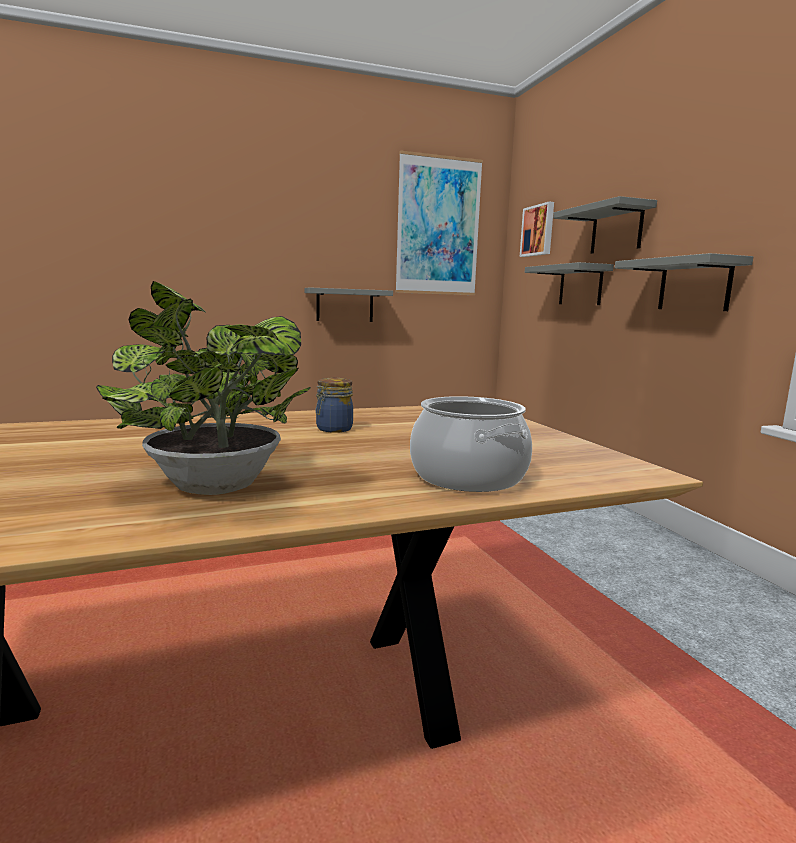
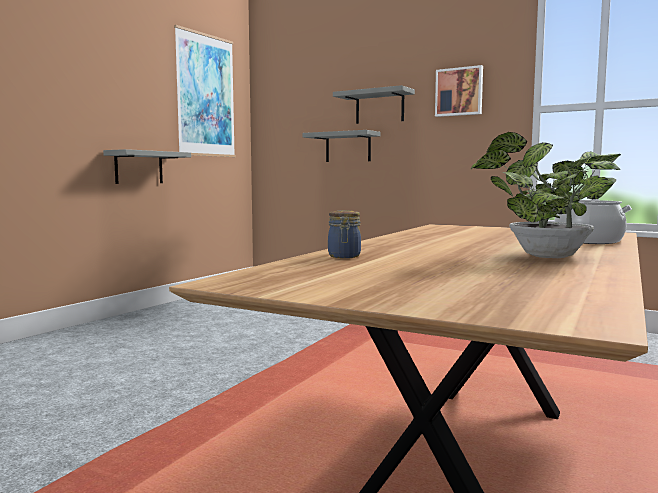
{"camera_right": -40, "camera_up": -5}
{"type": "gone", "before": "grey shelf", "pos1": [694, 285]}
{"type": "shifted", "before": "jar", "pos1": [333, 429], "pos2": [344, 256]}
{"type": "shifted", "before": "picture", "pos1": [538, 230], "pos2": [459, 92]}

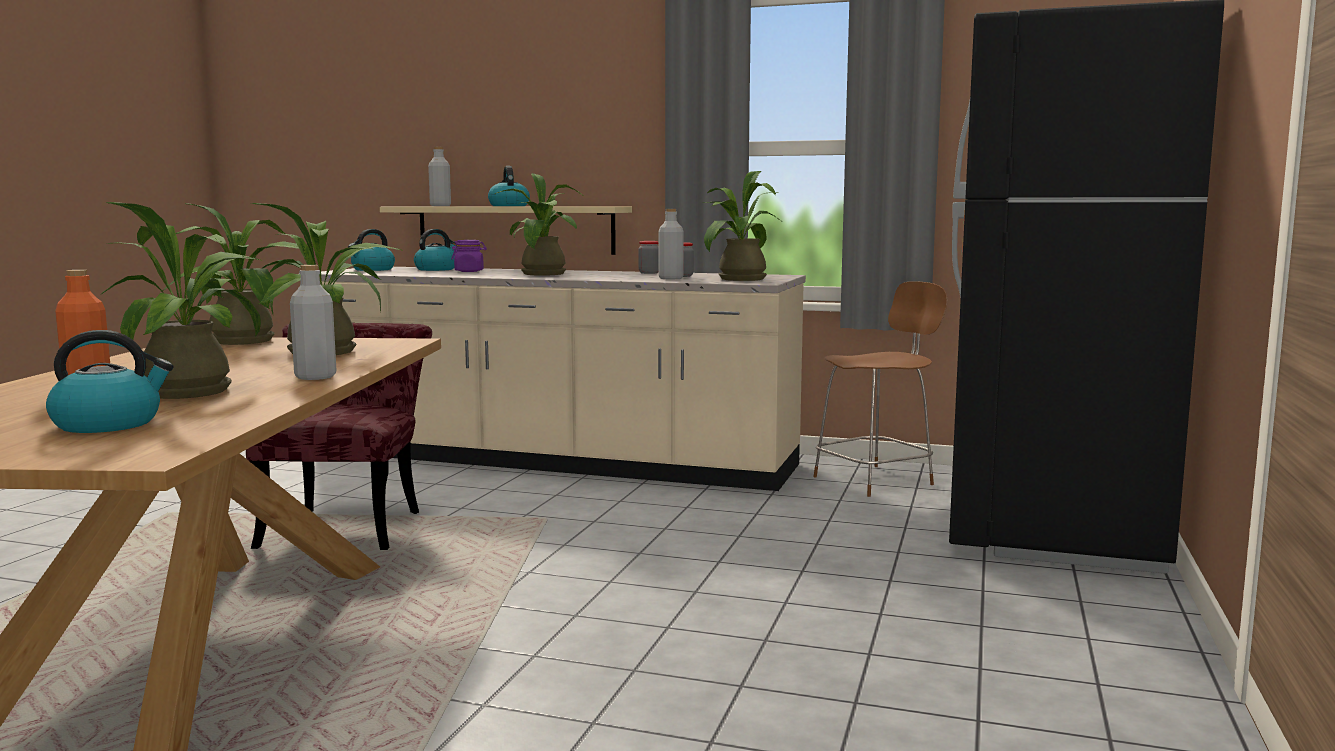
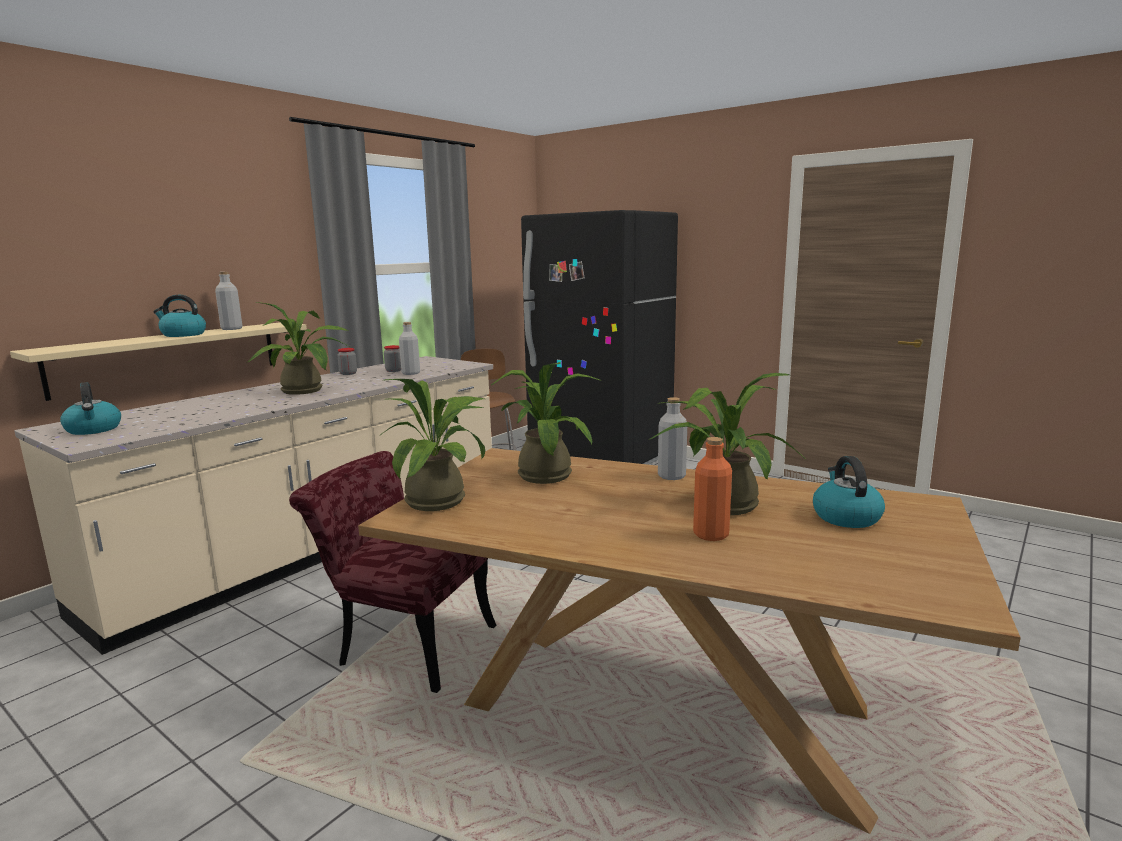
{"camera_right": -70, "camera_up": 5}
{"type": "gone", "before": "kettle", "pos1": [436, 269]}
{"type": "gone", "before": "purple jar", "pos1": [469, 271]}
{"type": "gone", "before": "potted plant", "pos1": [737, 279]}
{"type": "shifted", "before": "grey bottle", "pos1": [440, 206], "pos2": [231, 329]}

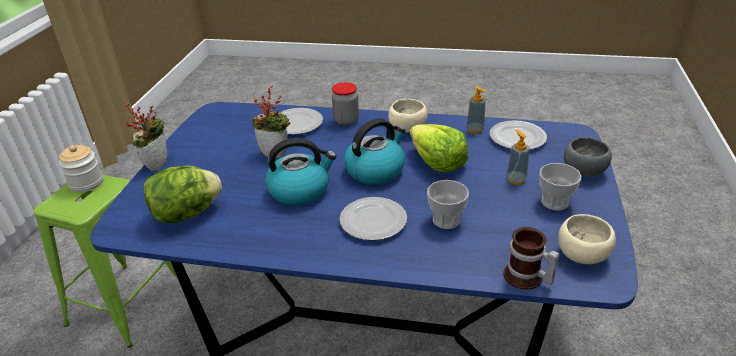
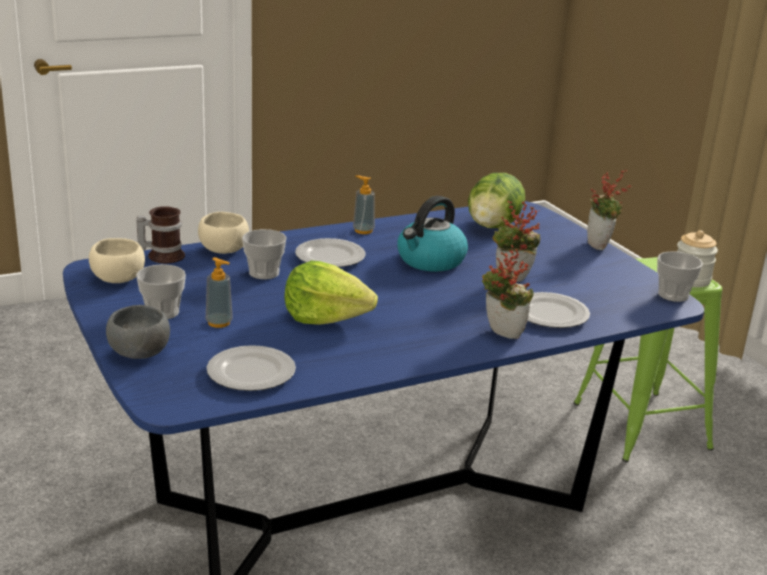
{"camera_right": 140, "camera_up": -10}
{"type": "gone", "before": "kettle", "pos1": [375, 170]}
{"type": "new", "after": "cup", "pos2": [673, 295]}
{"type": "shifted", "before": "beige bowl", "pos1": [408, 128], "pos2": [222, 250]}
{"type": "shifted", "before": "soap dispenser", "pos1": [475, 130], "pos2": [363, 230]}
{"type": "swapped", "before": "jar", "after": "potted plant", "pos1": [346, 121], "pos2": [500, 334]}

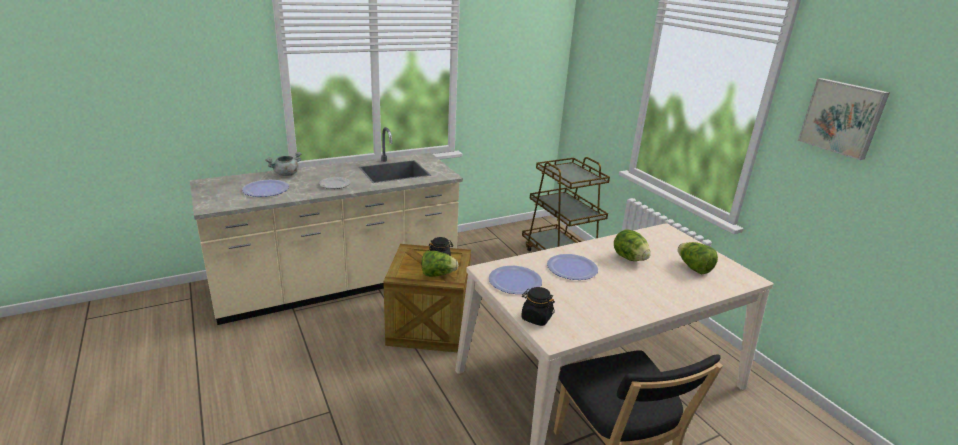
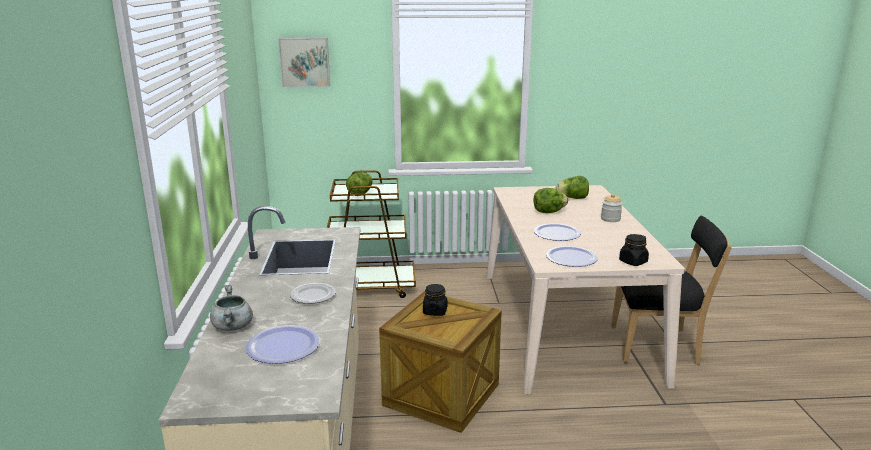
{"camera_right": -65, "camera_up": -5}
{"type": "new", "after": "jar", "pos2": [610, 219]}
{"type": "shifted", "before": "lettuce", "pos1": [437, 274], "pos2": [361, 193]}
{"type": "shifted", "before": "picture", "pos1": [843, 117], "pos2": [305, 62]}

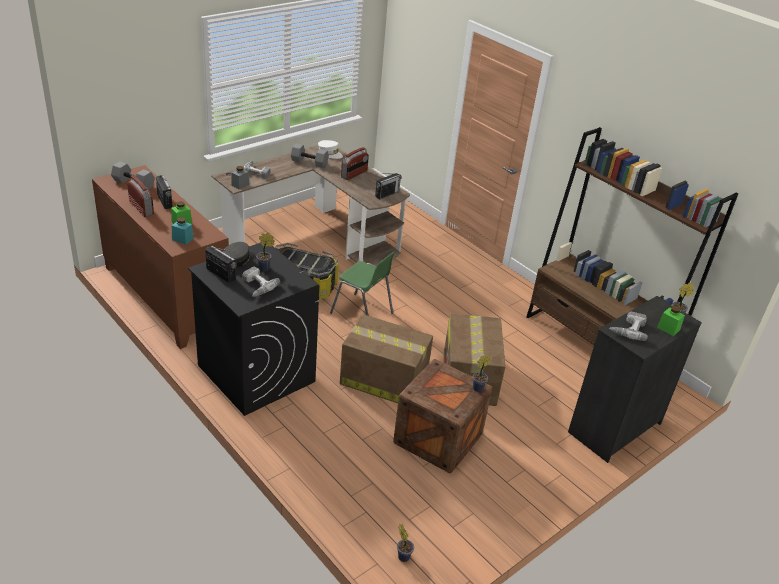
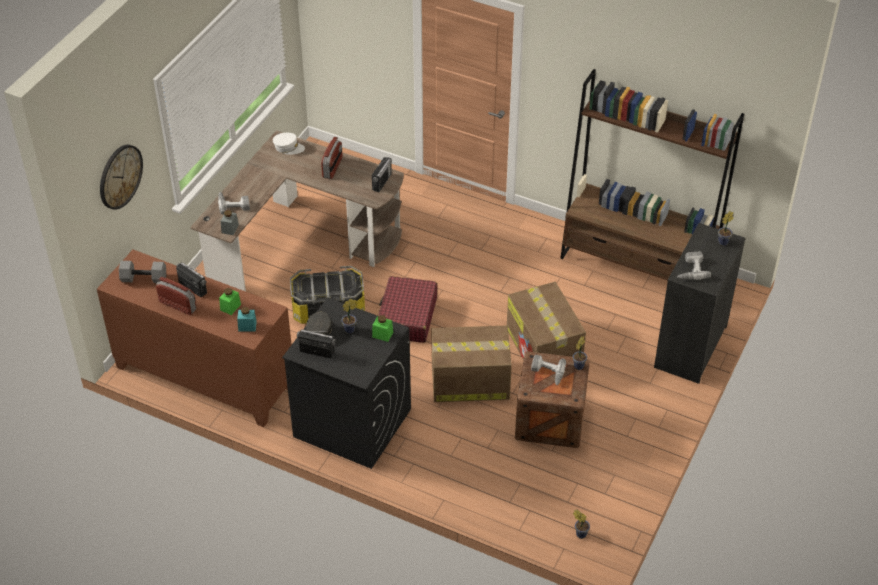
{"camera_right": -20, "camera_up": 10}
{"type": "gone", "before": "grey dumbbell", "pos1": [310, 162]}
{"type": "new", "after": "wall clock", "pos2": [120, 176]}
{"type": "shifted", "before": "power drill", "pos1": [256, 286], "pos2": [547, 373]}
{"type": "shifted", "before": "green jar", "pos1": [668, 328], "pos2": [382, 334]}
{"type": "swapped", "before": "green chair", "after": "red suitcase", "pos1": [362, 313], "pos2": [407, 317]}

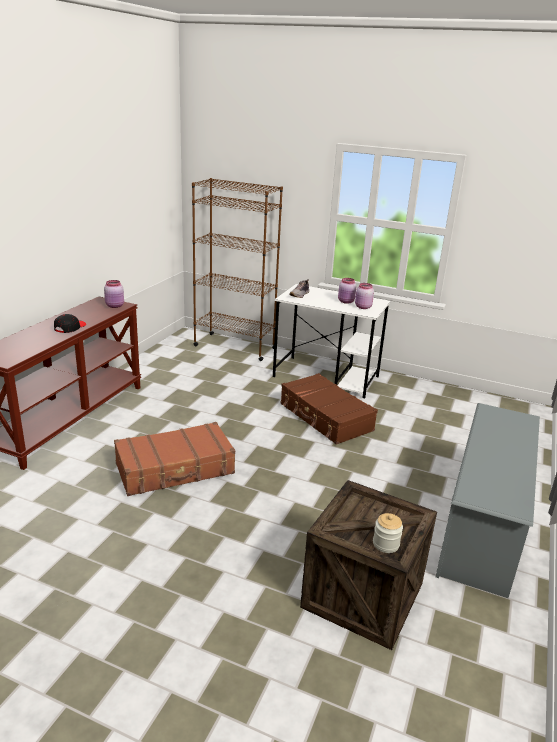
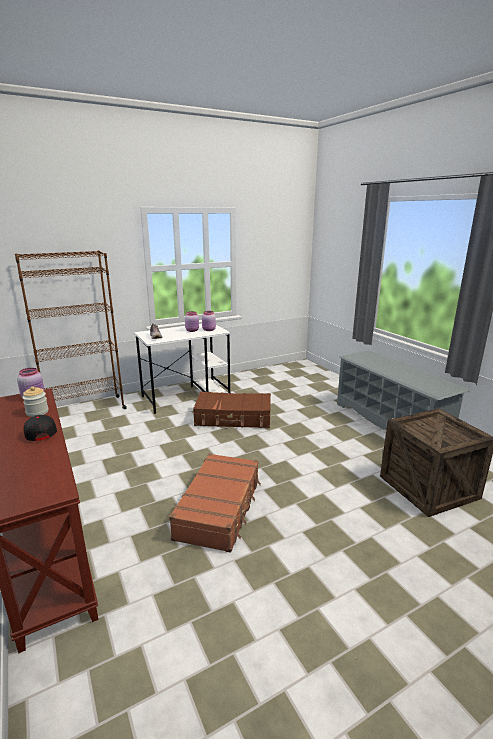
{"camera_right": -50, "camera_up": -5}
{"type": "shifted", "before": "jar", "pos1": [386, 544], "pos2": [37, 412]}

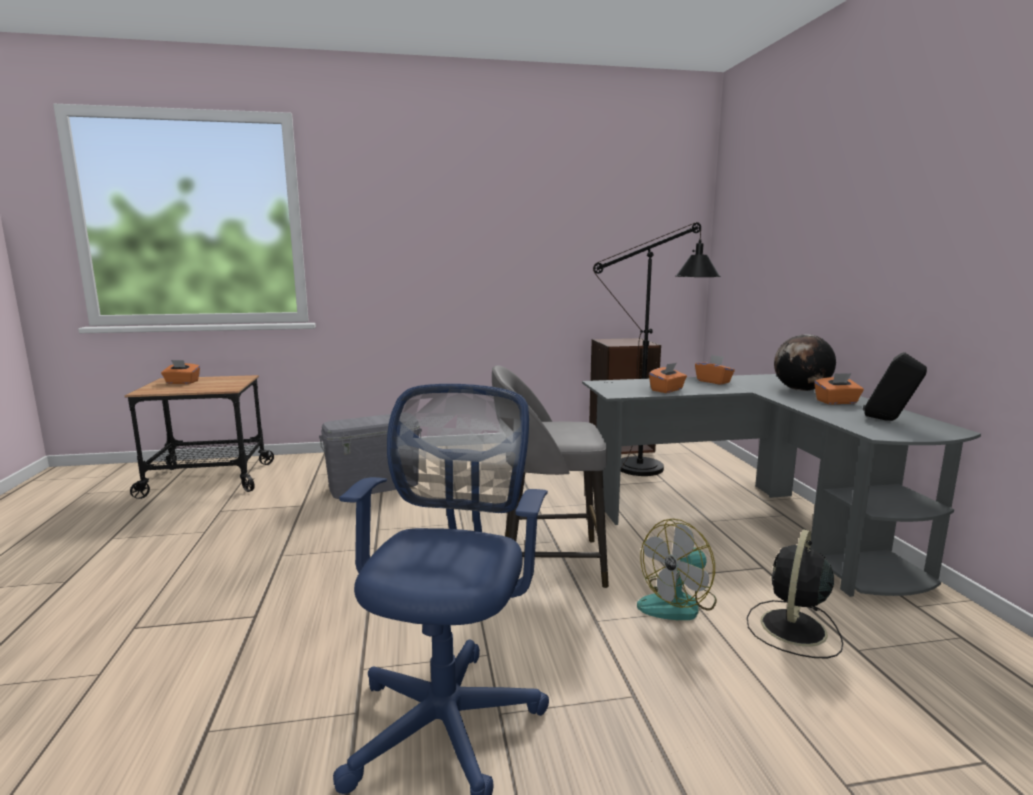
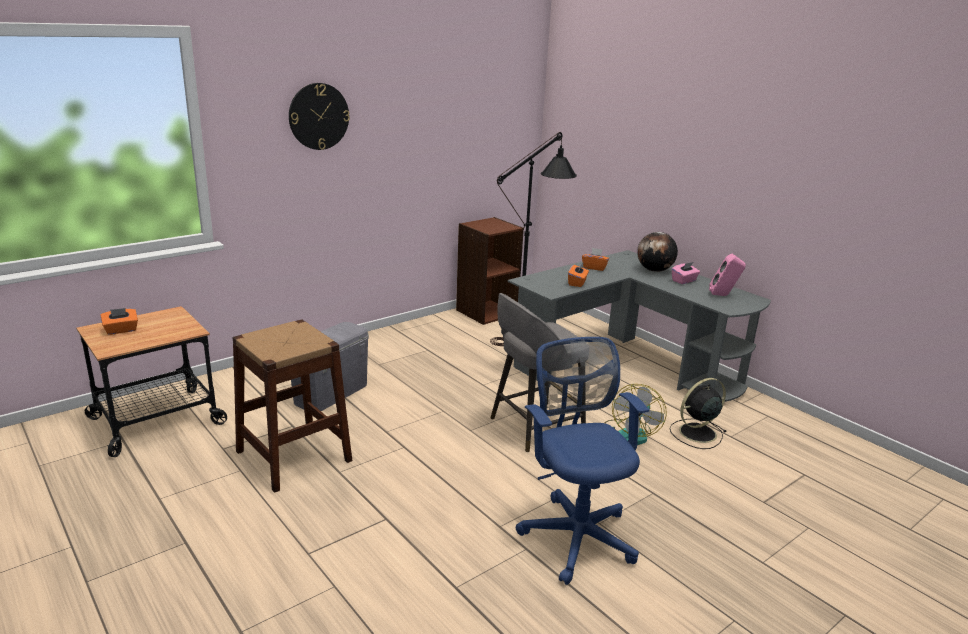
{"camera_right": -30, "camera_up": 10}
{"type": "new", "after": "brown stool", "pos2": [294, 456]}
{"type": "new", "after": "wall clock", "pos2": [318, 116]}
{"type": "repainted", "before": "orange tissue box", "after": "pink tissue box", "pos1": [837, 402], "pos2": [684, 281]}
{"type": "repainted", "before": "black speaker", "after": "pink speaker", "pos1": [889, 420], "pos2": [723, 295]}
{"type": "rotated", "before": "black fan", "pos1": [792, 629], "pos2": [696, 433], "turn": 60}

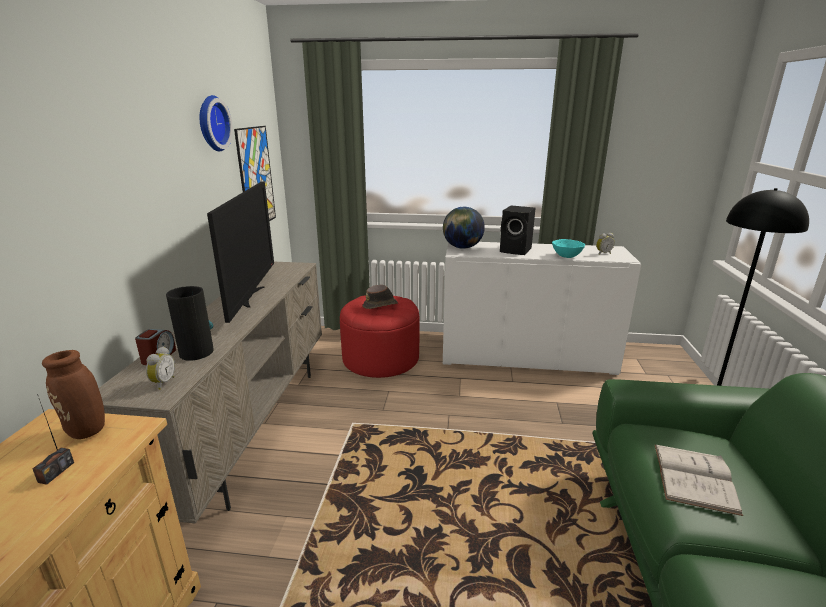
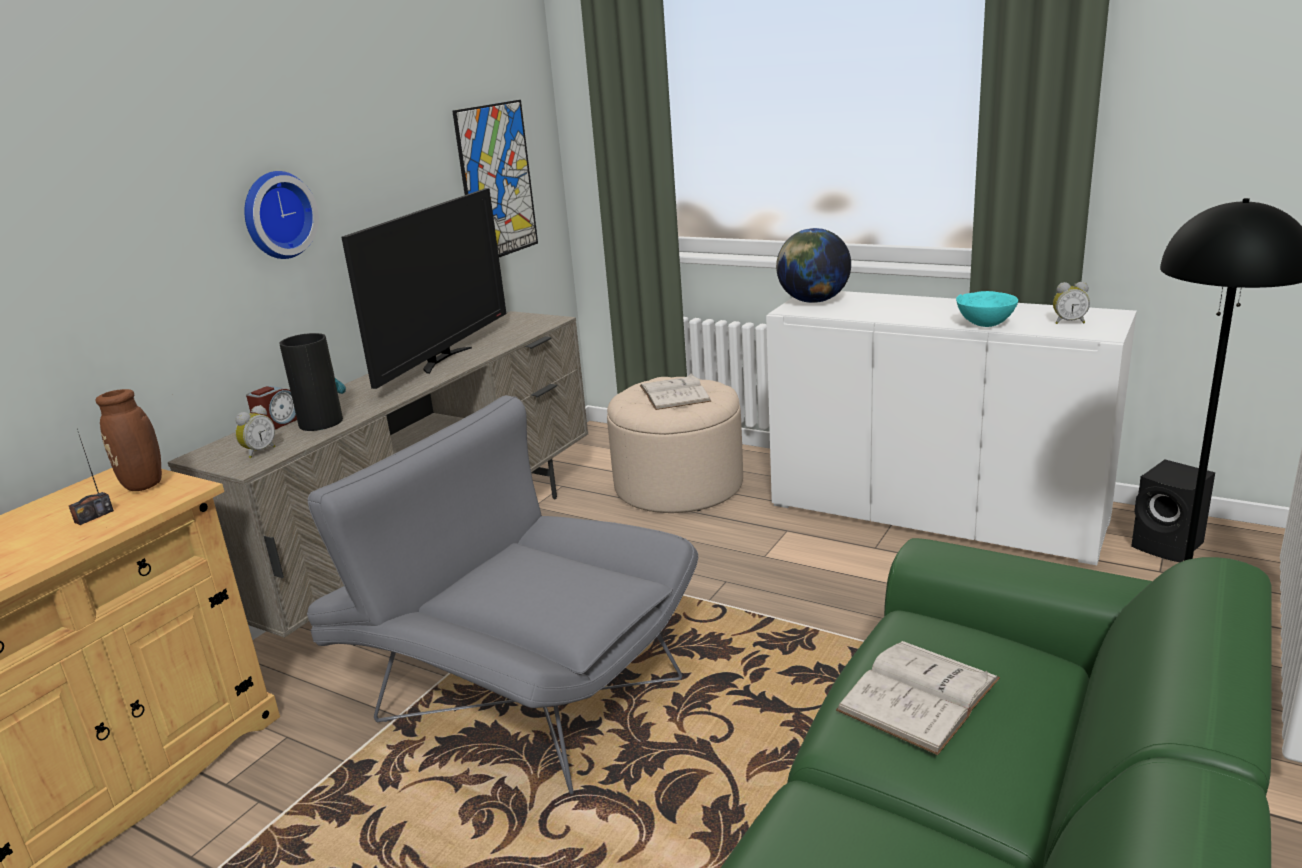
{"camera_right": 25, "camera_up": 0}
{"type": "new", "after": "grey armchair", "pos2": [515, 689]}
{"type": "shifted", "before": "wall clock", "pos1": [211, 123], "pos2": [276, 215]}
{"type": "shifted", "before": "black speaker", "pos1": [516, 250], "pos2": [1169, 546]}
{"type": "swapped", "before": "brown hat", "after": "white book", "pos1": [380, 305], "pos2": [674, 393]}
{"type": "repainted", "before": "red ottoman", "after": "beige ottoman", "pos1": [381, 359], "pos2": [678, 485]}

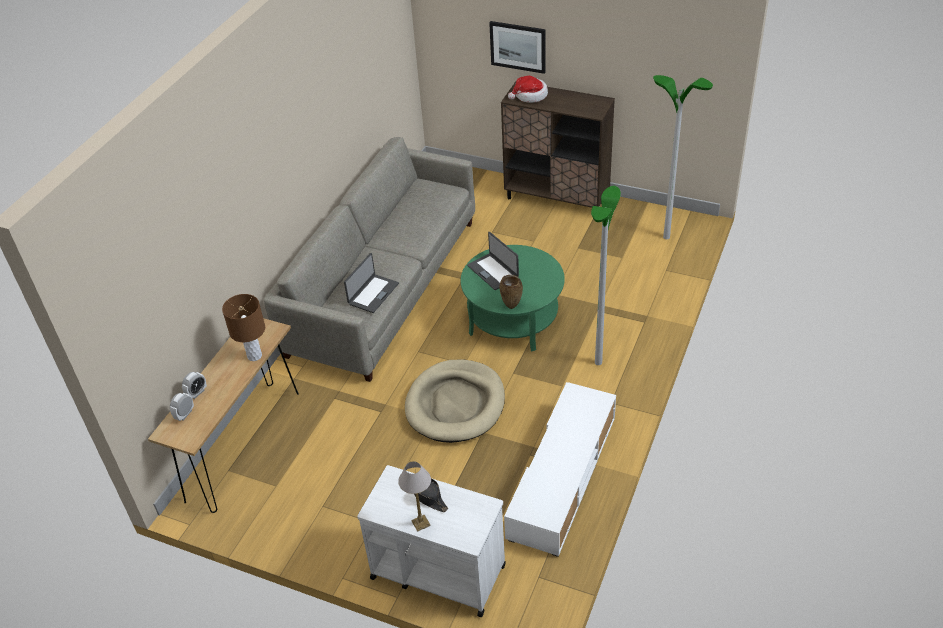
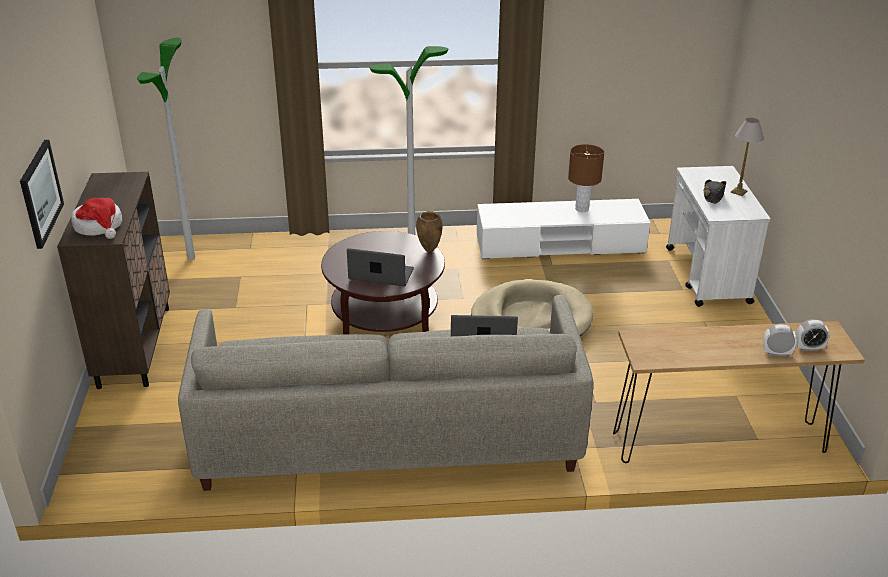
{"camera_right": -120, "camera_up": -10}
{"type": "shifted", "before": "brown table lamp", "pos1": [255, 356], "pos2": [582, 209]}
{"type": "repainted", "before": "green coffee table", "after": "brown coffee table", "pos1": [513, 319], "pos2": [384, 318]}
{"type": "rotated", "before": "laptop", "pos1": [493, 271], "pos2": [381, 275], "turn": -105}

